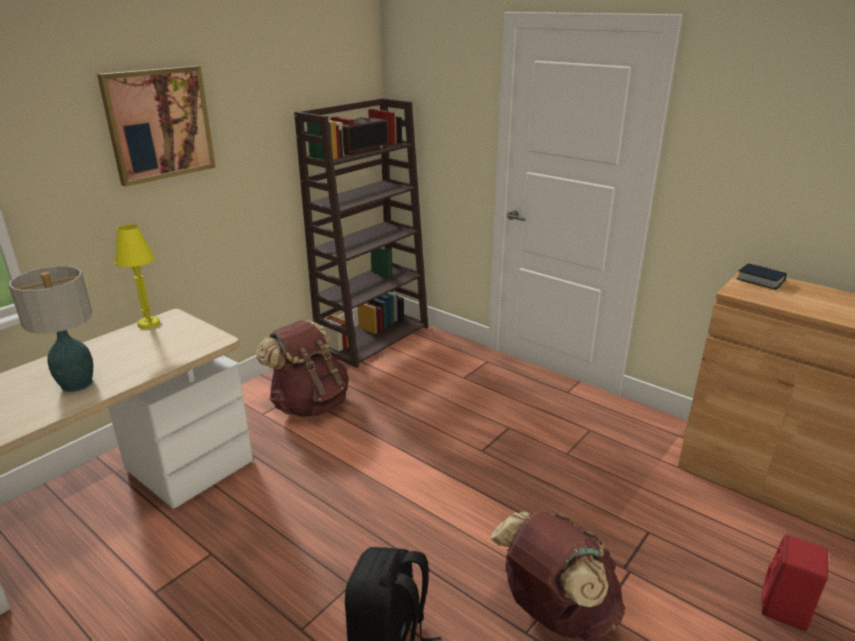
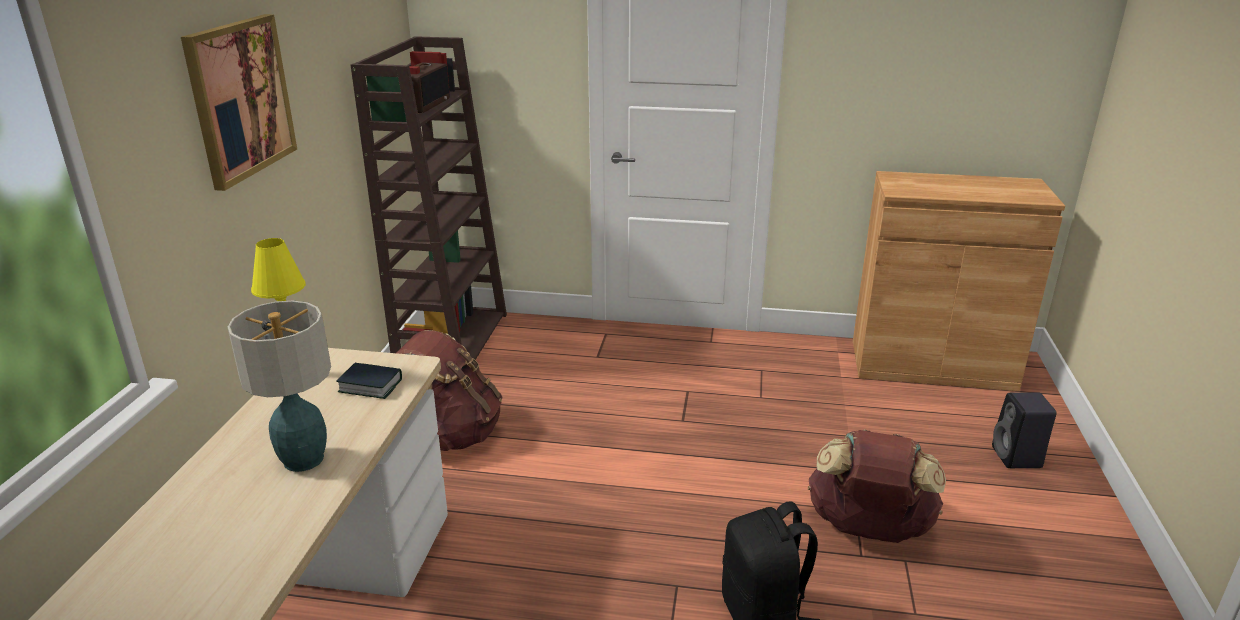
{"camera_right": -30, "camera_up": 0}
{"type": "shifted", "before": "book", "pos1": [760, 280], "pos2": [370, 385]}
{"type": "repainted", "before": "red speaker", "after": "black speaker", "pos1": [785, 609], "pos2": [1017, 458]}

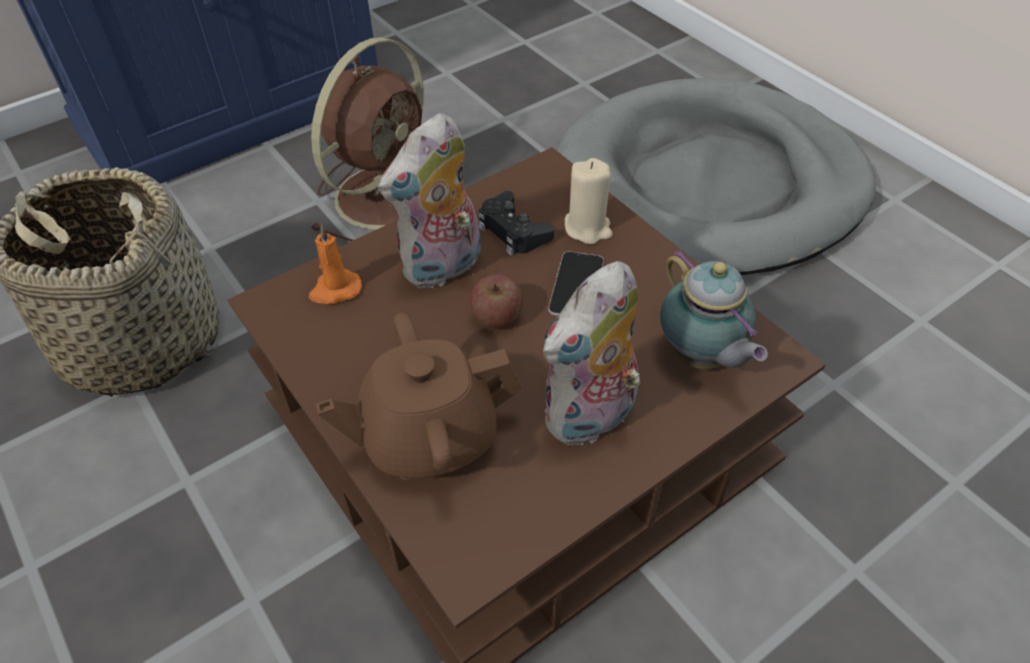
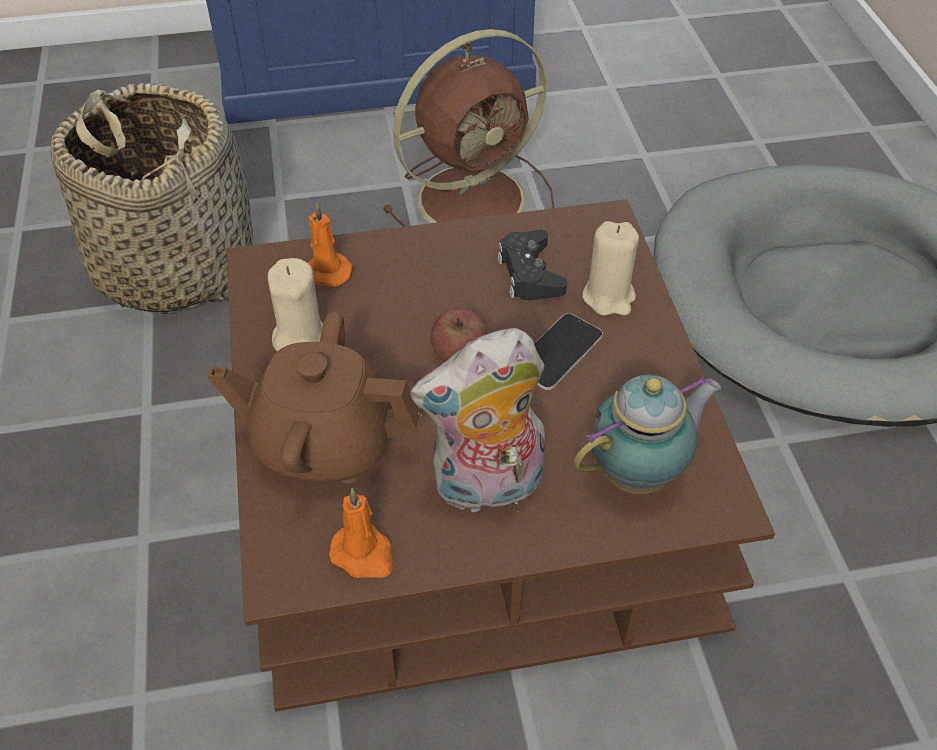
{"camera_right": 25, "camera_up": 0}
{"type": "gone", "before": "plush toy", "pos1": [443, 268]}
{"type": "new", "after": "beige candle", "pos2": [299, 336]}
{"type": "new", "after": "orange candle", "pos2": [364, 554]}
{"type": "rotated", "before": "teapot", "pos1": [700, 358], "pos2": [640, 473], "turn": -120}

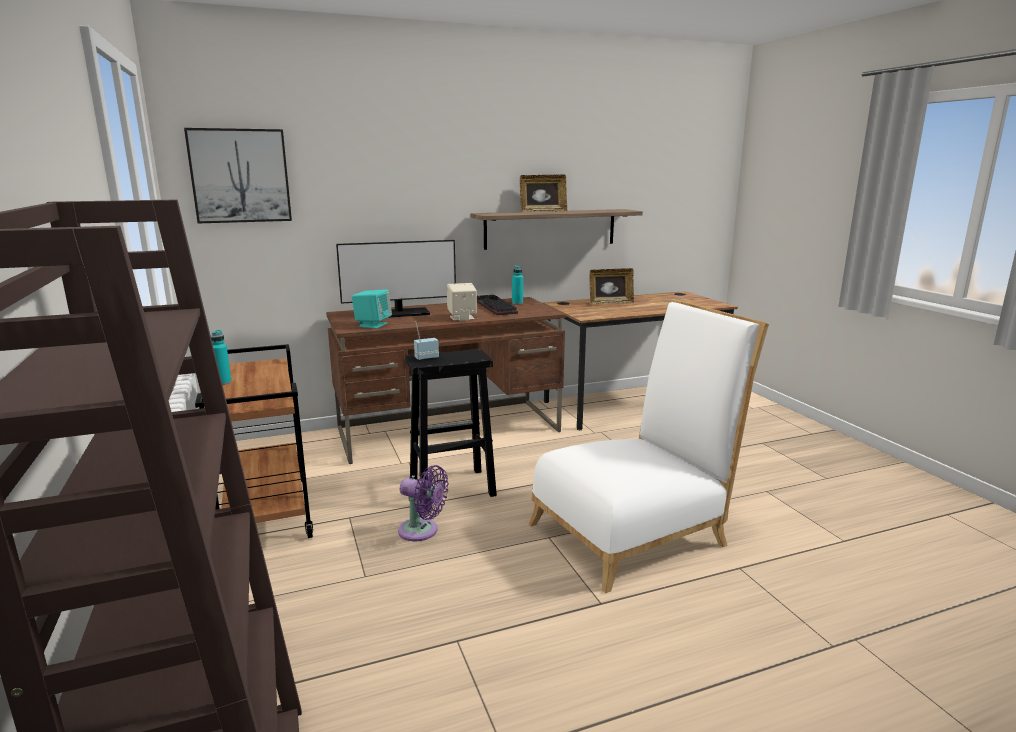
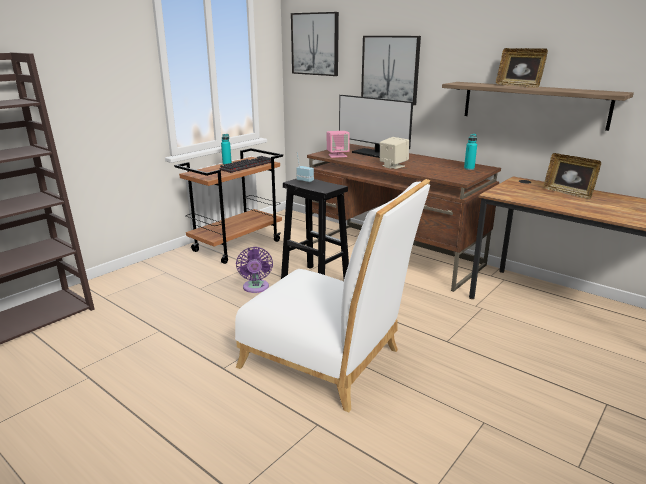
{"camera_right": 60, "camera_up": 5}
{"type": "new", "after": "picture", "pos2": [390, 69]}
{"type": "shifted", "before": "keyboard", "pos1": [493, 307], "pos2": [247, 165]}
{"type": "repainted", "before": "turquoise speaker", "after": "pink speaker", "pos1": [373, 325], "pos2": [337, 155]}

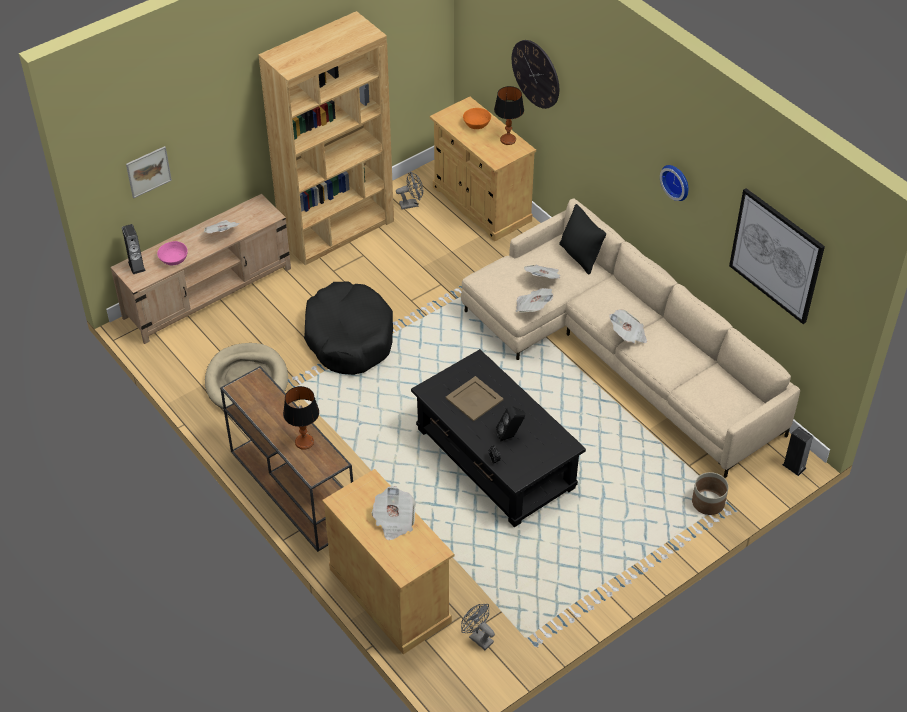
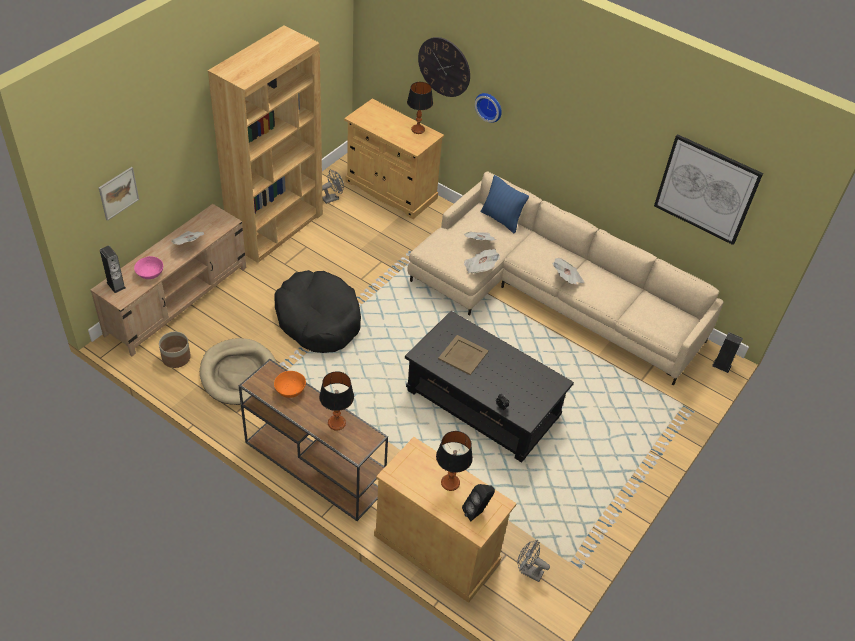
{"camera_right": -20, "camera_up": 0}
{"type": "shifted", "before": "orange bowl", "pos1": [476, 124], "pos2": [290, 390]}
{"type": "shifted", "before": "black speaker", "pos1": [510, 436], "pos2": [477, 512]}
{"type": "shifted", "before": "wall clock", "pos1": [677, 181], "pos2": [489, 106]}
{"type": "shifted", "before": "planter", "pos1": [708, 502], "pos2": [176, 358]}
{"type": "swapped", "before": "newspaper", "after": "table lamp", "pos1": [394, 521], "pos2": [450, 483]}
{"type": "repainted", "before": "black pillow", "after": "blue pillow", "pos1": [580, 256], "pos2": [501, 219]}

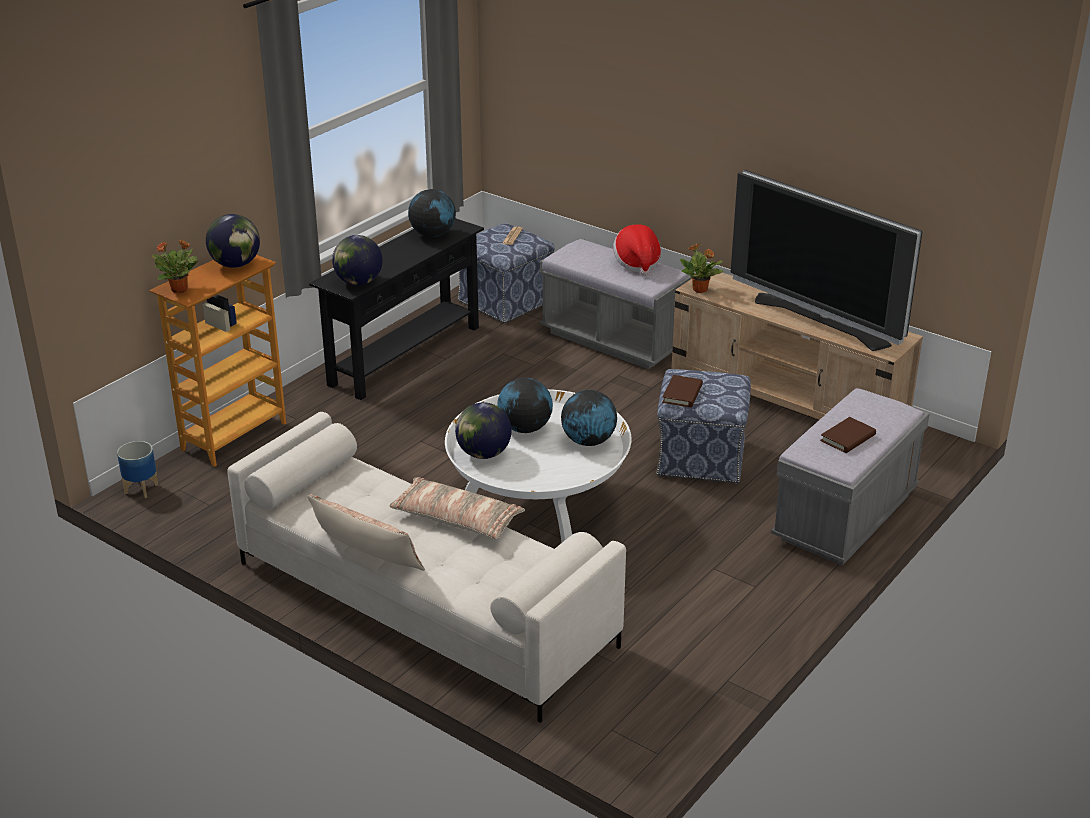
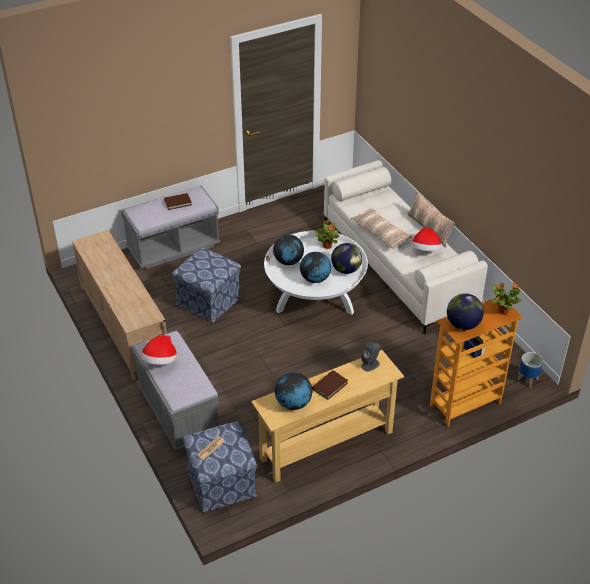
{"camera_right": -155, "camera_up": 10}
{"type": "gone", "before": "television", "pos1": [820, 321]}
{"type": "new", "after": "hat", "pos2": [425, 251]}
{"type": "shifted", "before": "brown book", "pos1": [682, 394], "pos2": [330, 386]}
{"type": "shifted", "before": "potted plant", "pos1": [700, 290], "pos2": [327, 246]}
{"type": "swapped", "before": "globe", "after": "grey speaker", "pos1": [359, 282], "pos2": [370, 364]}
{"type": "repainted", "before": "black console table", "after": "beige console table", "pos1": [404, 355], "pos2": [327, 446]}

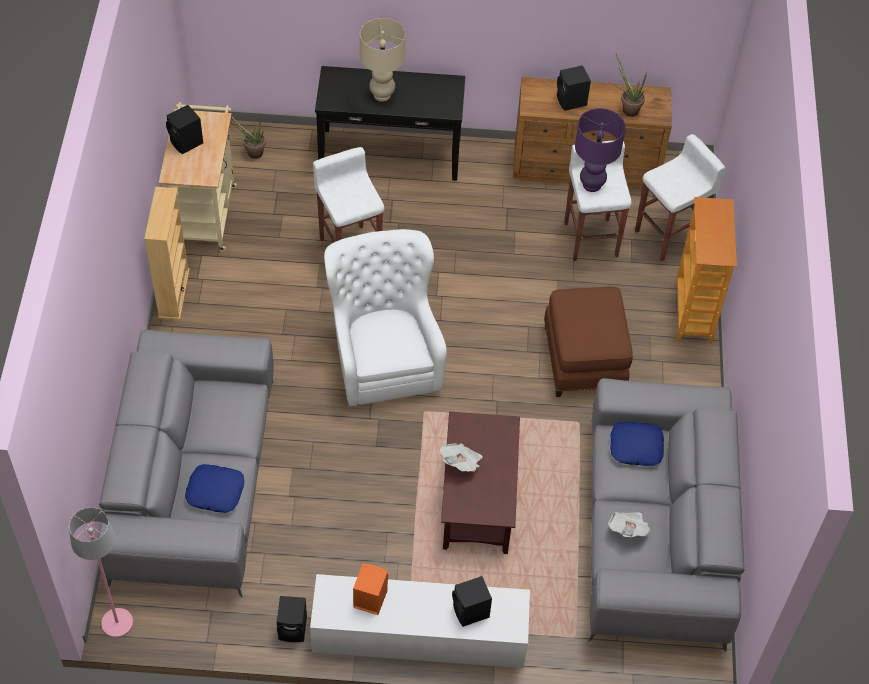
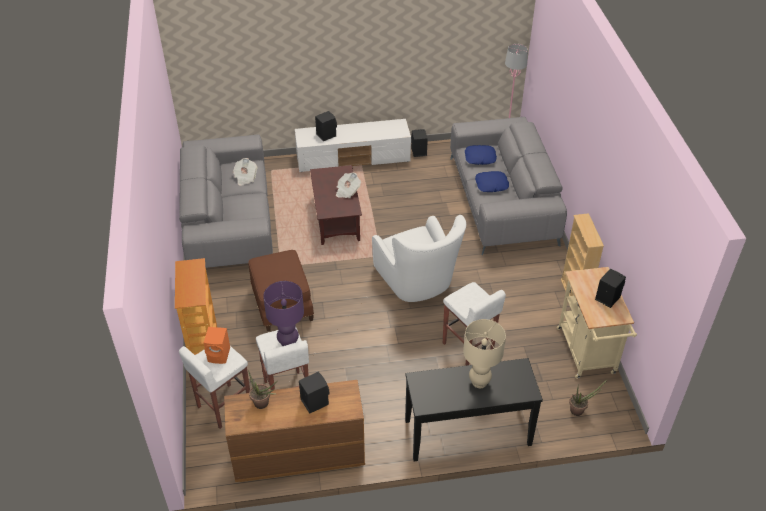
{"camera_right": 170, "camera_up": -10}
{"type": "shifted", "before": "orange speaker", "pos1": [369, 598], "pos2": [220, 355]}
{"type": "shifted", "before": "blue pillow", "pos1": [636, 446], "pos2": [491, 185]}

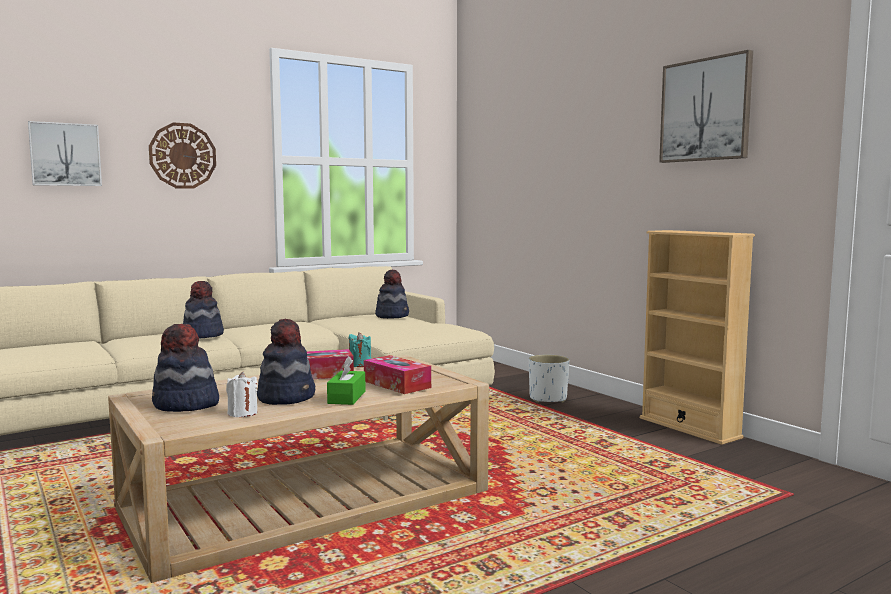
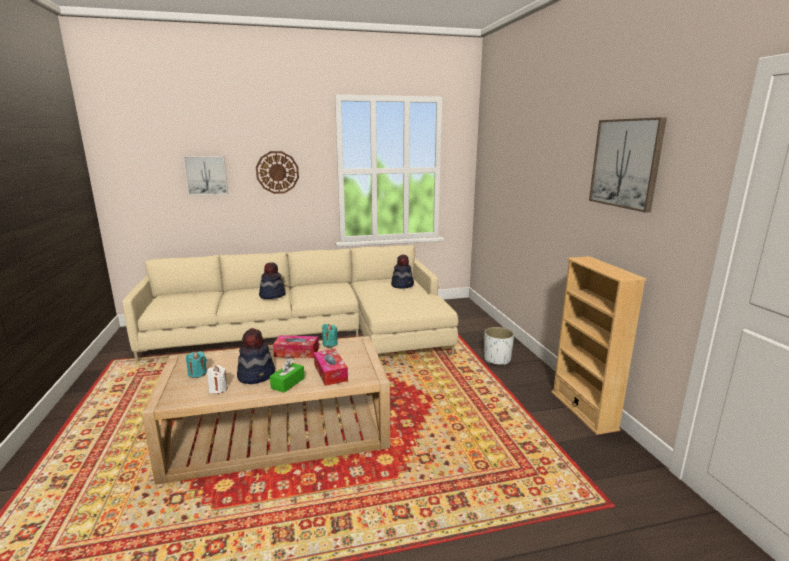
{"camera_right": 20, "camera_up": 10}
{"type": "swapped", "before": "hat", "after": "turquoise candle", "pos1": [185, 405], "pos2": [197, 374]}

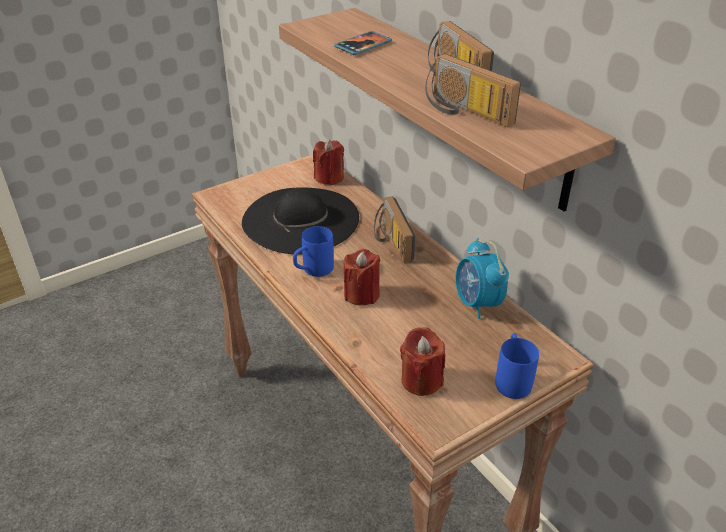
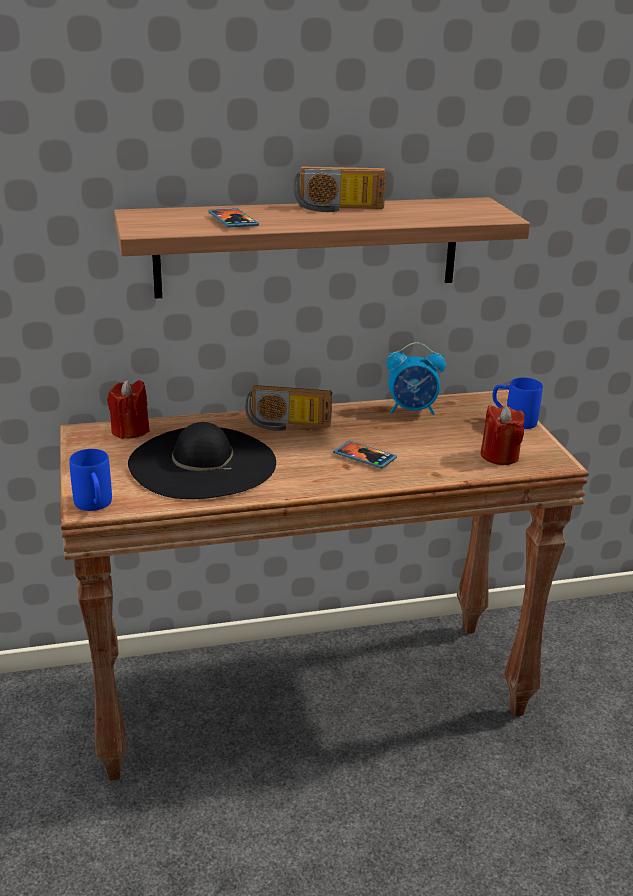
{"camera_right": -70, "camera_up": -10}
{"type": "gone", "before": "radio", "pos1": [464, 111]}
{"type": "shifted", "before": "blue mug", "pos1": [312, 271], "pos2": [94, 506]}
{"type": "swapped", "before": "red candle", "after": "phone", "pos1": [361, 294], "pos2": [364, 456]}

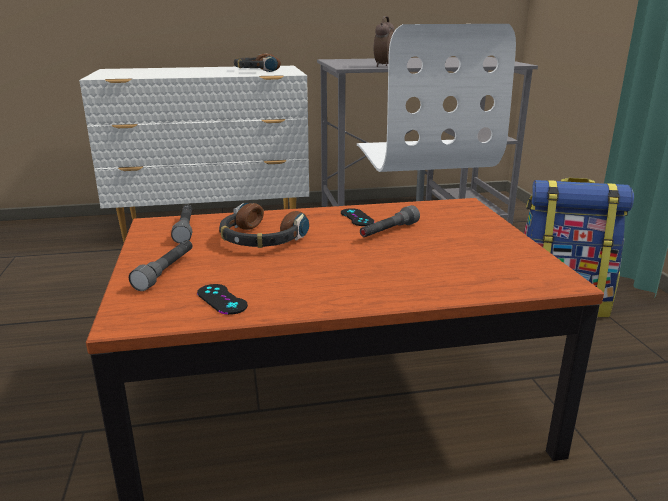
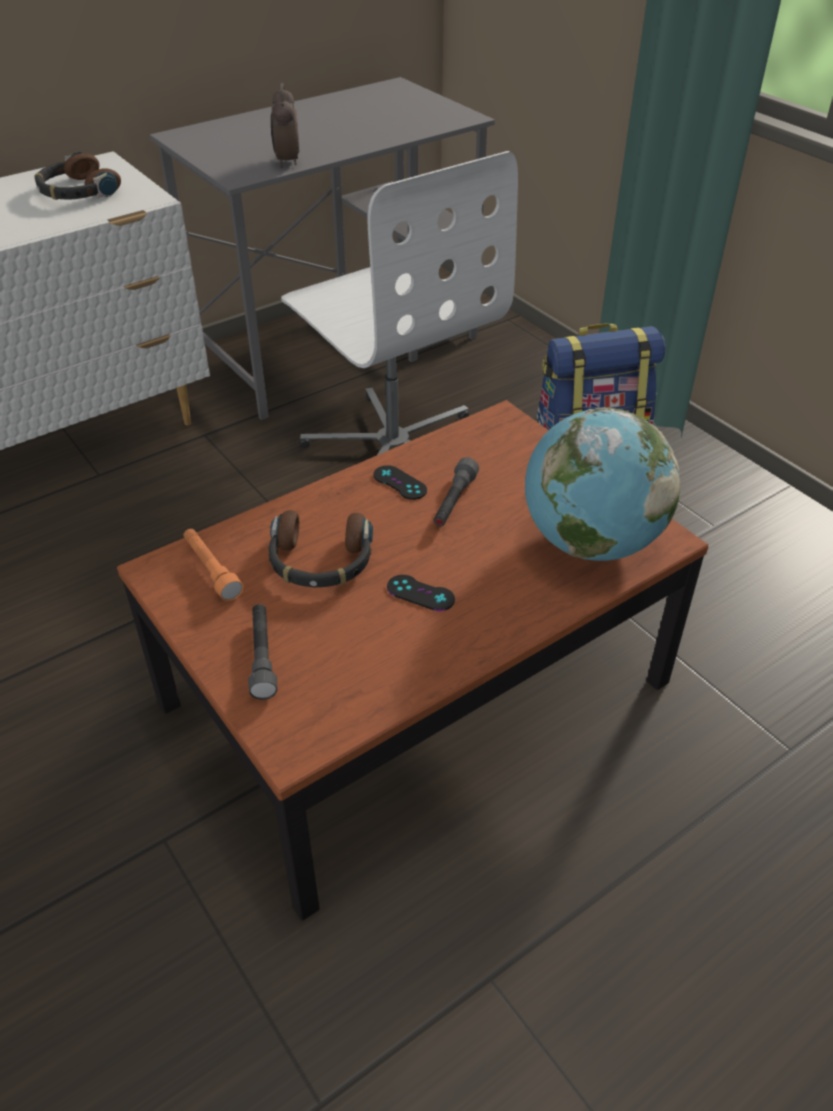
{"camera_right": -25, "camera_up": 20}
{"type": "new", "after": "globe", "pos2": [590, 542]}
{"type": "shifted", "before": "black game controller", "pos1": [222, 299], "pos2": [420, 593]}
{"type": "repainted", "before": "grey flashlight", "after": "orange flashlight", "pos1": [185, 230], "pos2": [211, 570]}

